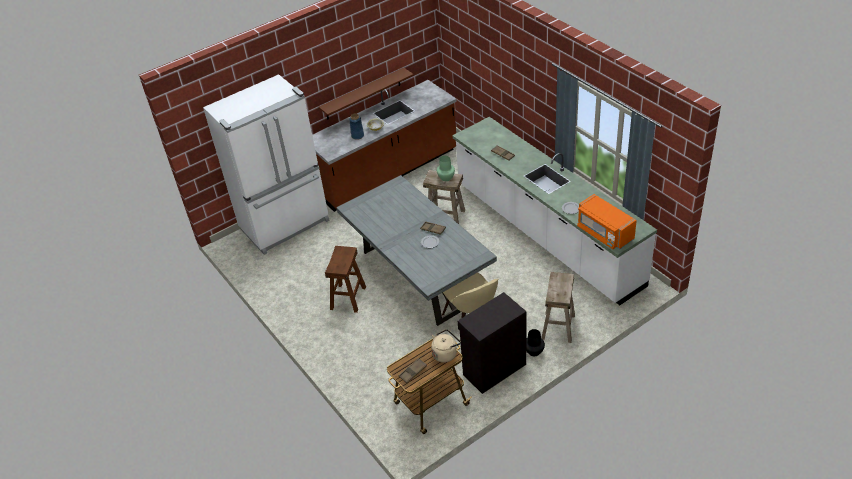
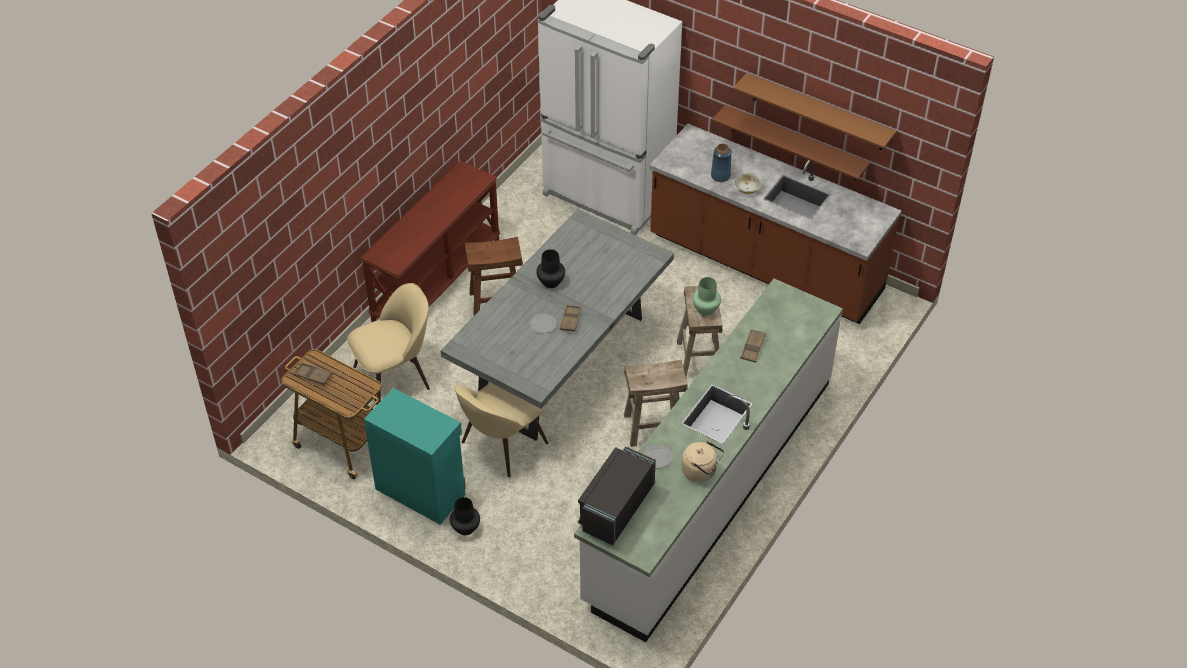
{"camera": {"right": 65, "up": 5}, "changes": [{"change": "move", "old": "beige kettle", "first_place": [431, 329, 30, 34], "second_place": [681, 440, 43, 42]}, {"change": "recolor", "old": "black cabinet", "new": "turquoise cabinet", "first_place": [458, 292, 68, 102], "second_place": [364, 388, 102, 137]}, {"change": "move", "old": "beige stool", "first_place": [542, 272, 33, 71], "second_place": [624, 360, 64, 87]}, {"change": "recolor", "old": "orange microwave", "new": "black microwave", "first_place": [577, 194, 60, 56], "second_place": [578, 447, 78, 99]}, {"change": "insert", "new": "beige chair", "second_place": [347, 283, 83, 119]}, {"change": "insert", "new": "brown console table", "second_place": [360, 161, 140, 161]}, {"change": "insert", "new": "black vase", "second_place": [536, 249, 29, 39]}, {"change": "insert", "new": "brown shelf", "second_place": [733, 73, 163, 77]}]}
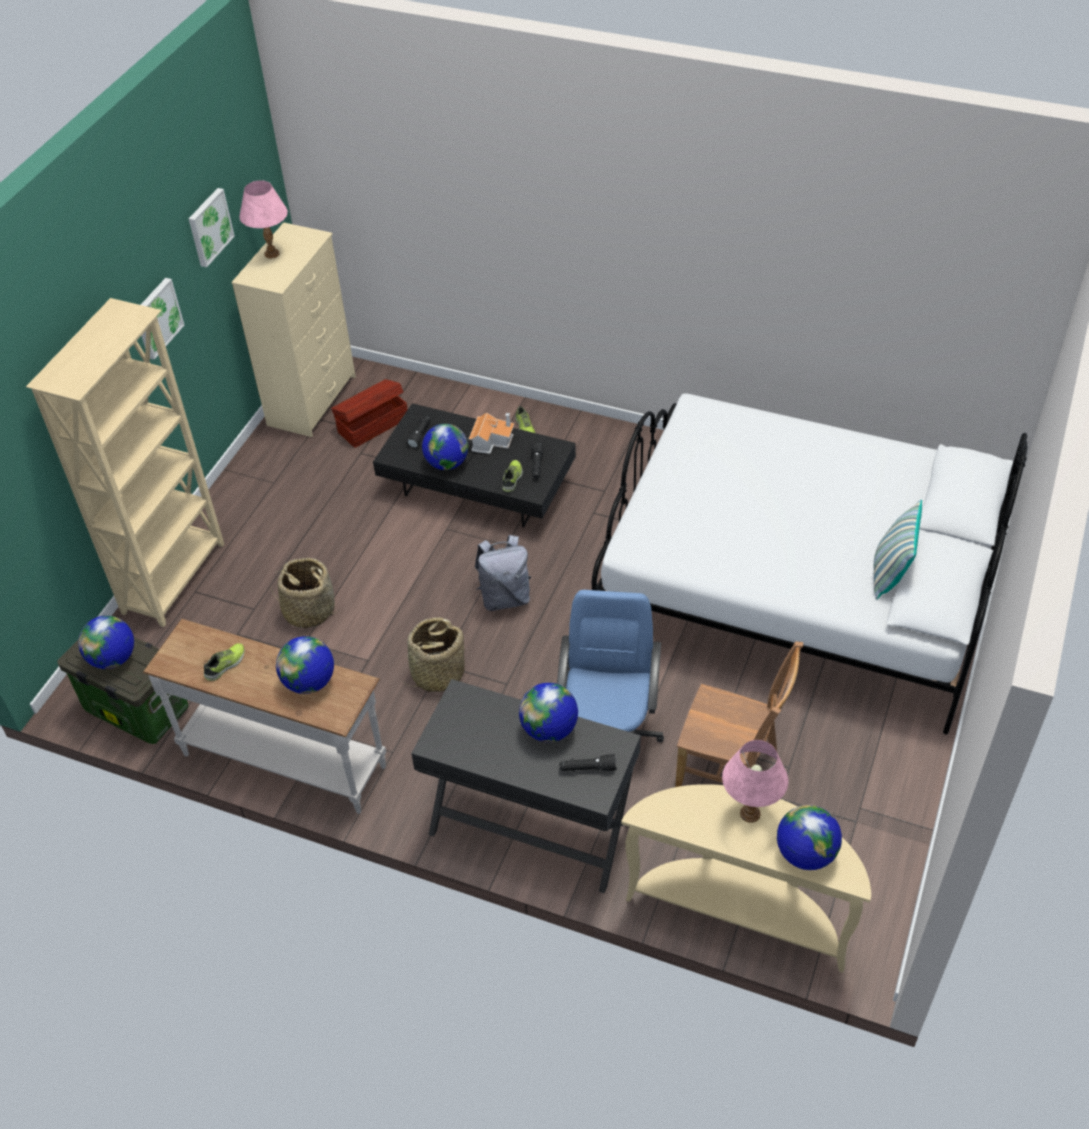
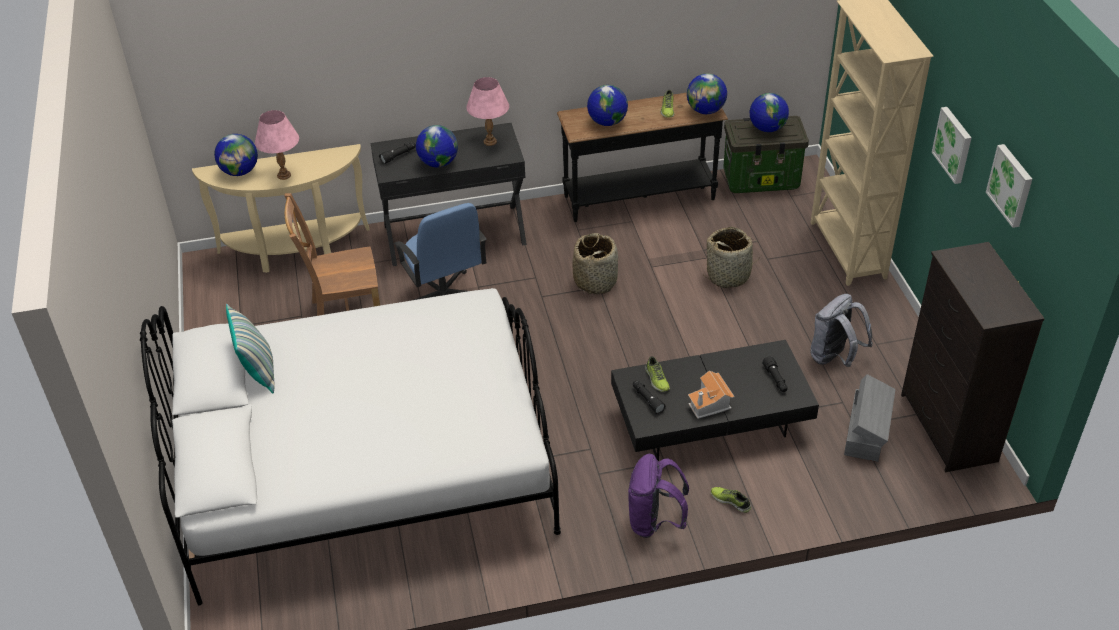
{"camera": {"right": 145, "up": -5}, "changes": [{"change": "recolor", "old": "white console table", "new": "black console table", "first_place": [143, 619, 243, 195], "second_place": [557, 93, 171, 129]}, {"change": "recolor", "old": "beige dresser", "new": "black dresser", "first_place": [231, 222, 125, 215], "second_place": [901, 242, 144, 230]}, {"change": "move", "old": "pink table lamp", "first_place": [239, 180, 49, 79], "second_place": [466, 77, 43, 69]}, {"change": "recolor", "old": "brown storage box", "new": "grey storage box", "first_place": [331, 379, 77, 69], "second_place": [844, 374, 51, 88]}, {"change": "move", "old": "globe", "first_place": [422, 424, 46, 46], "second_place": [687, 73, 40, 41]}, {"change": "move", "old": "grey backpack", "first_place": [475, 535, 56, 76], "second_place": [810, 294, 63, 73]}, {"change": "insert", "new": "purple backpack", "second_place": [628, 454, 61, 84]}]}
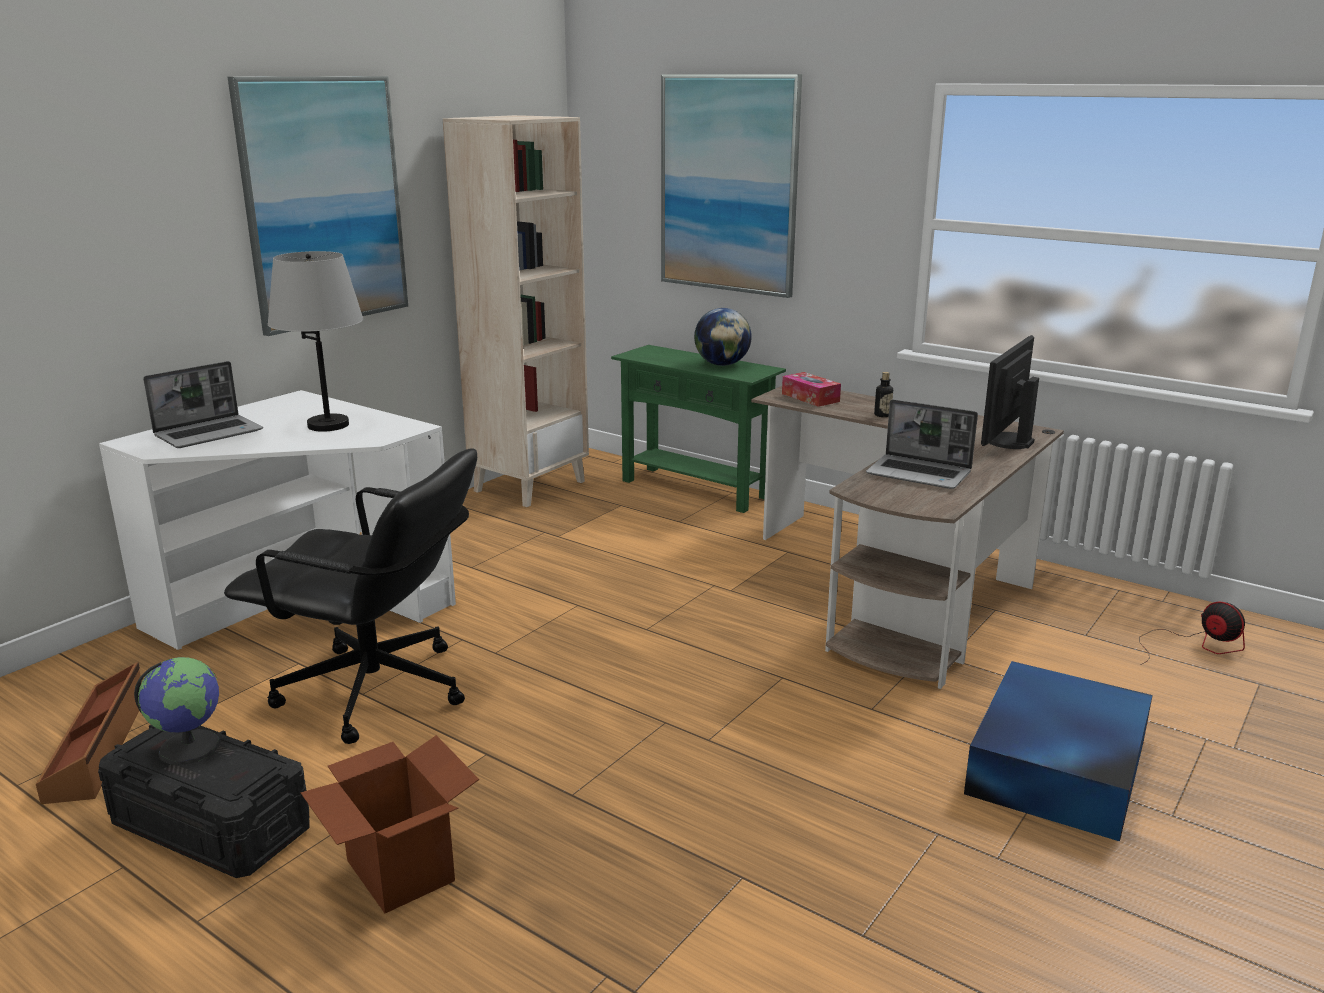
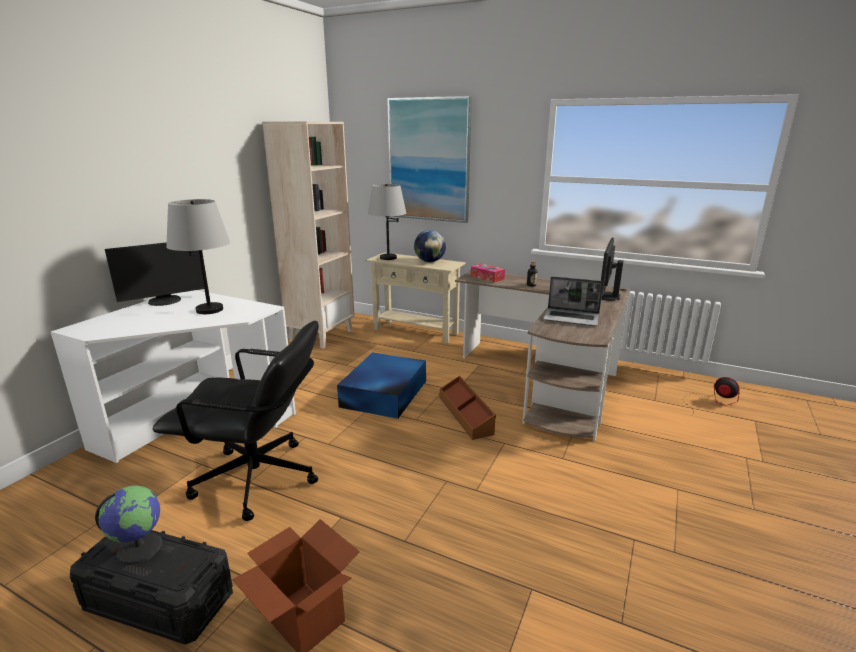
{"camera": {"right": -10, "up": 0}, "changes": [{"change": "move", "old": "brown storage box", "first_place": [36, 662, 106, 142], "second_place": [440, 376, 56, 64]}, {"change": "delete", "old": "laptop", "first_place": [143, 361, 120, 87]}, {"change": "delete", "old": "picture", "first_place": [228, 76, 180, 260]}, {"change": "recolor", "old": "green console table", "new": "beige console table", "first_place": [611, 345, 175, 168], "second_place": [366, 252, 100, 92]}, {"change": "move", "old": "blue storage box", "first_place": [964, 661, 189, 180], "second_place": [337, 353, 89, 66]}, {"change": "insert", "new": "monitor", "second_place": [105, 242, 103, 64]}, {"change": "insert", "new": "grey table lamp", "second_place": [368, 184, 38, 76]}]}
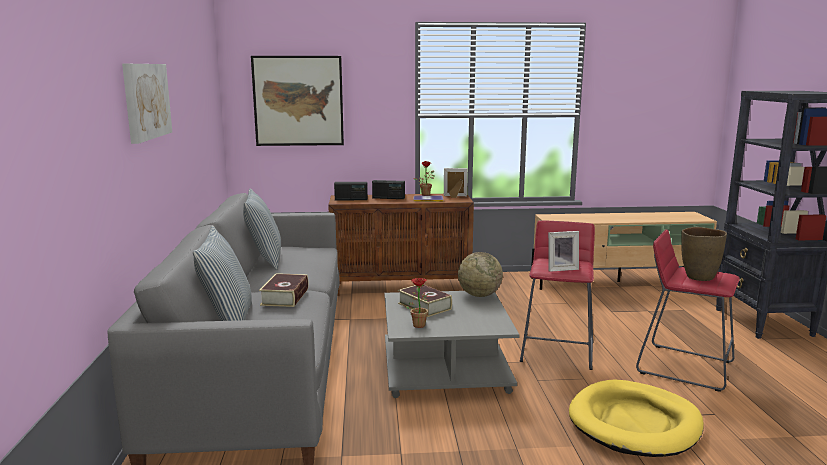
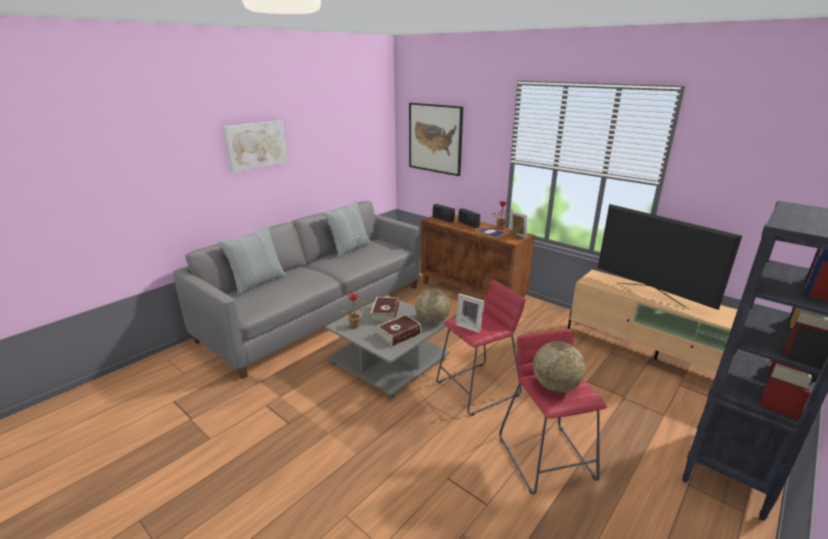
{"camera": {"right": 45, "up": 10}, "changes": [{"change": "move", "old": "book", "first_place": [259, 273, 49, 34], "second_place": [377, 314, 44, 33]}, {"change": "delete", "old": "yellow dog bed", "first_place": [569, 379, 135, 78]}, {"change": "replace", "old": "brown vase", "new": "globe", "first_place": [681, 227, 46, 54], "second_place": [533, 341, 52, 51]}, {"change": "insert", "new": "television", "second_place": [598, 204, 144, 106]}]}
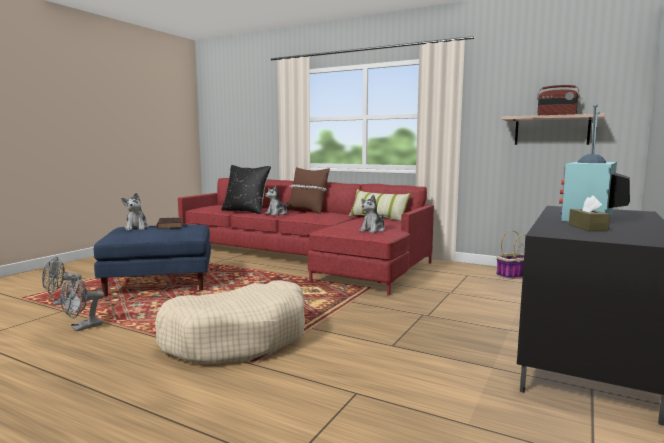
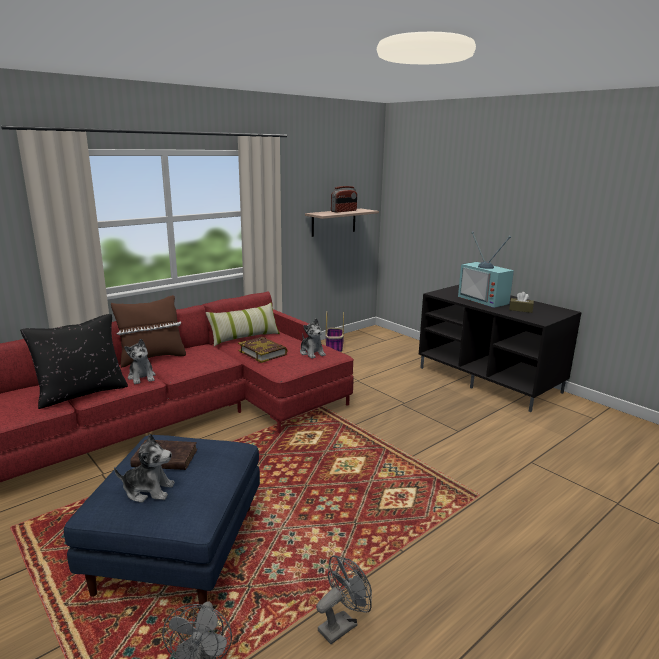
{"camera": {"right": -70, "up": 10}, "changes": [{"change": "rotate", "old": "grey fan", "first_place": [60, 275, 44, 56], "second_place": [316, 555, 56, 89], "degrees": -105}, {"change": "delete", "old": "beige dog bed", "first_place": [155, 280, 150, 85]}, {"change": "insert", "new": "book", "second_place": [238, 337, 50, 26]}]}
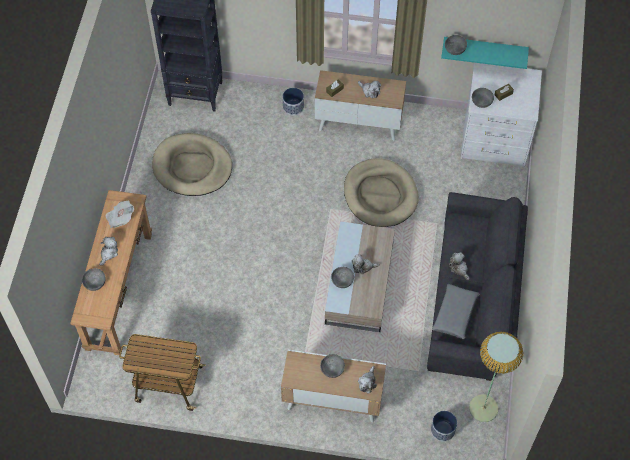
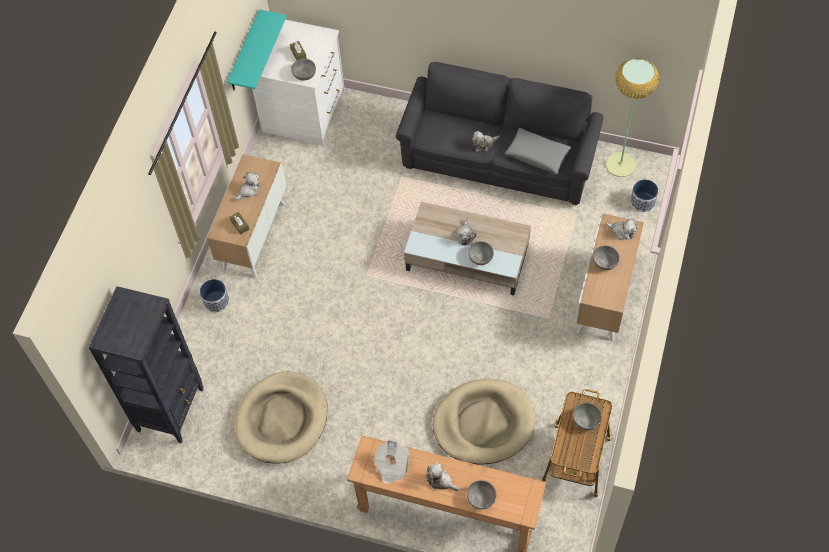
{"camera": {"right": -80, "up": 0}, "changes": [{"change": "move", "old": "beige dog bed", "first_place": [344, 158, 75, 69], "second_place": [433, 379, 102, 86]}, {"change": "move", "old": "grey bowl", "first_place": [445, 35, 22, 20], "second_place": [573, 403, 29, 27]}]}
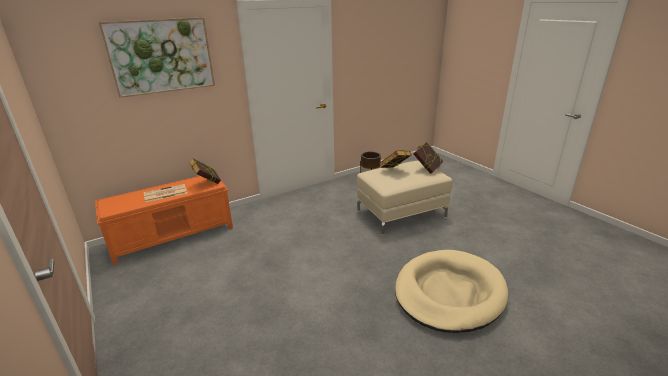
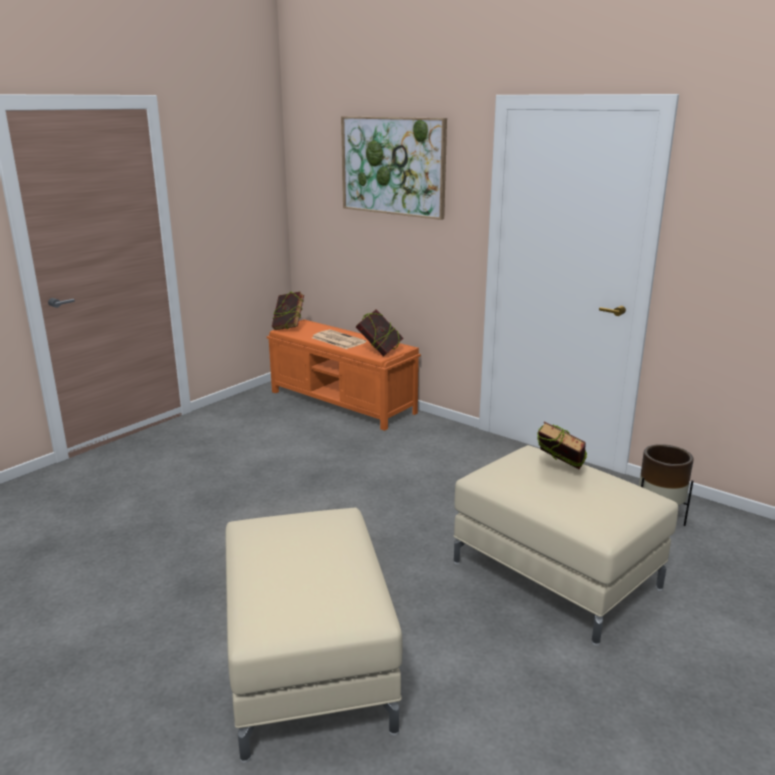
{"camera": {"right": 70, "up": -5}, "changes": [{"change": "replace", "old": "beige dog bed", "new": "beige ottoman", "first_place": [395, 250, 113, 83], "second_place": [225, 508, 177, 255]}, {"change": "move", "old": "book", "first_place": [413, 142, 31, 32], "second_place": [272, 291, 32, 39]}]}
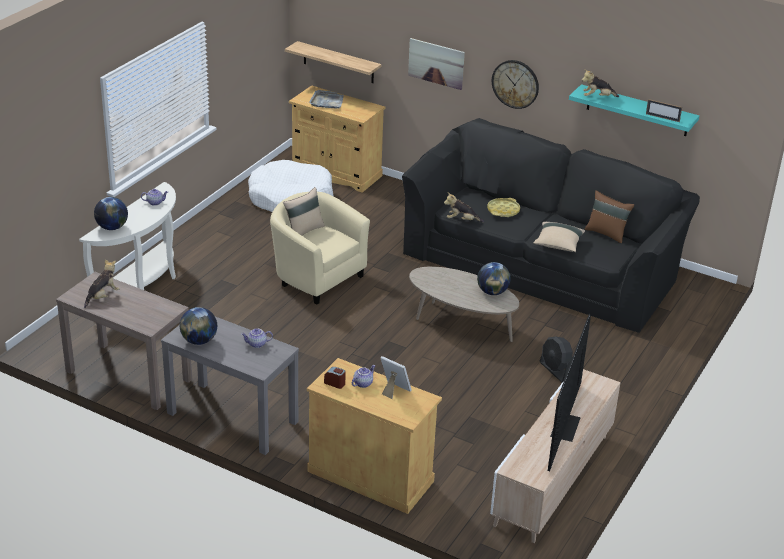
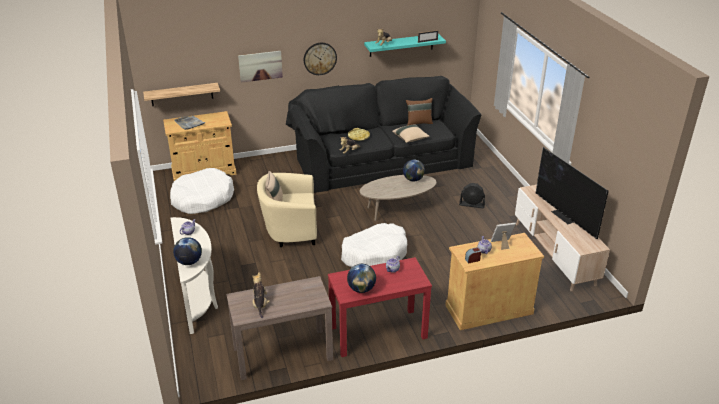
{"camera": {"right": -45, "up": 0}, "changes": [{"change": "recolor", "old": "grey console table", "new": "red console table", "first_place": [161, 317, 138, 138], "second_place": [328, 257, 104, 100]}, {"change": "insert", "new": "white dog bed", "second_place": [341, 223, 66, 44]}]}
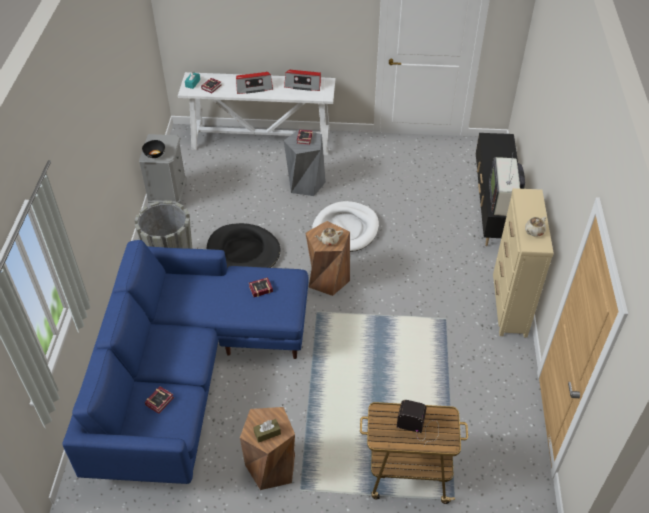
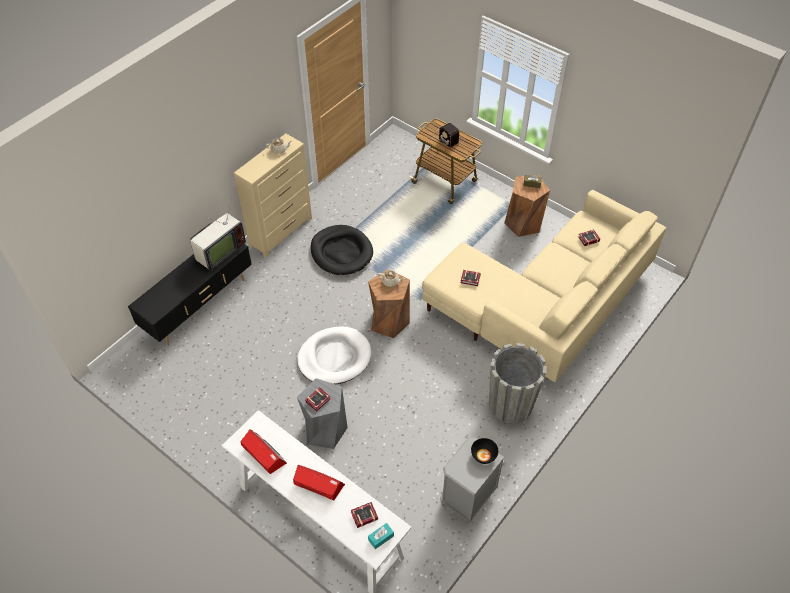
{"camera": {"right": -145, "up": 5}, "changes": [{"change": "recolor", "old": "blue sofa", "new": "beige sofa", "first_place": [62, 240, 247, 244], "second_place": [422, 190, 244, 192]}, {"change": "move", "old": "black dog bed", "first_place": [206, 223, 75, 45], "second_place": [310, 225, 63, 50]}]}
